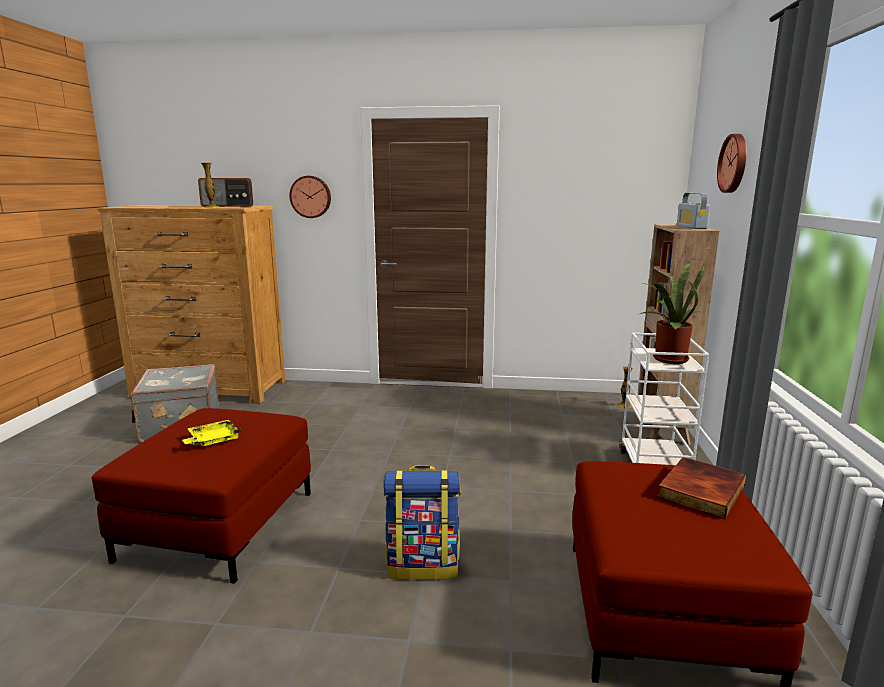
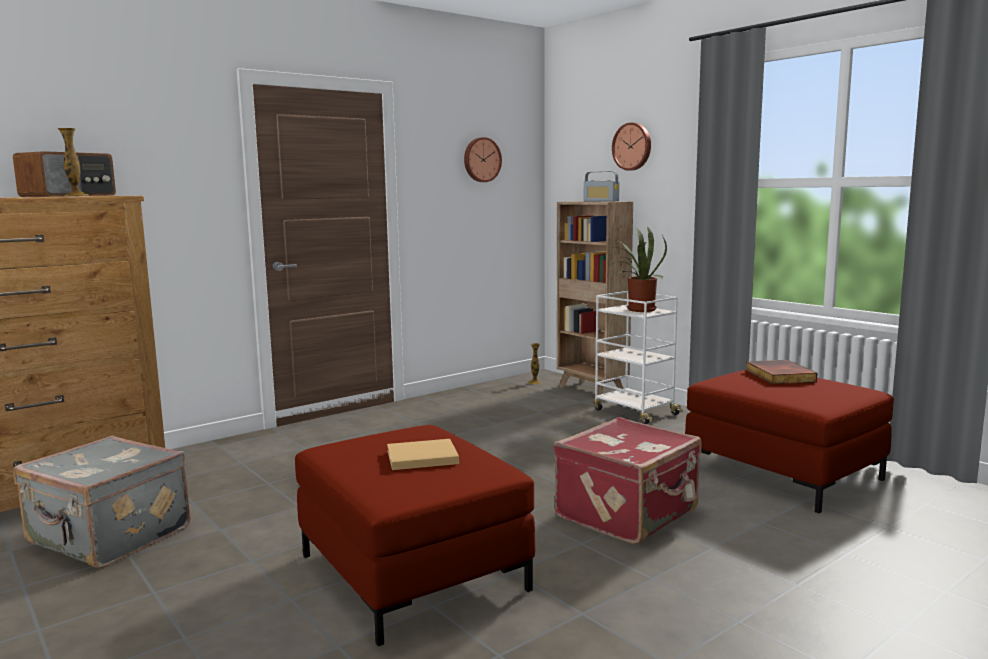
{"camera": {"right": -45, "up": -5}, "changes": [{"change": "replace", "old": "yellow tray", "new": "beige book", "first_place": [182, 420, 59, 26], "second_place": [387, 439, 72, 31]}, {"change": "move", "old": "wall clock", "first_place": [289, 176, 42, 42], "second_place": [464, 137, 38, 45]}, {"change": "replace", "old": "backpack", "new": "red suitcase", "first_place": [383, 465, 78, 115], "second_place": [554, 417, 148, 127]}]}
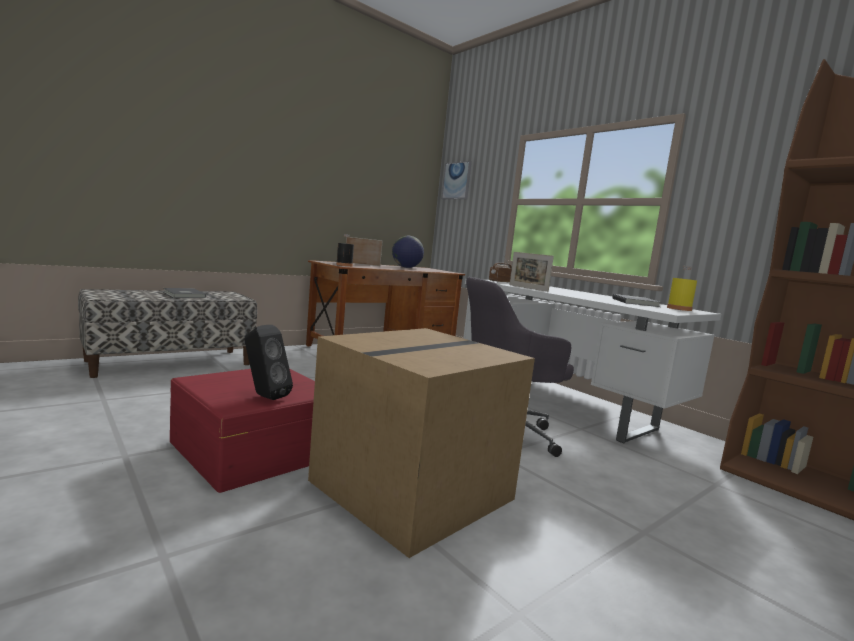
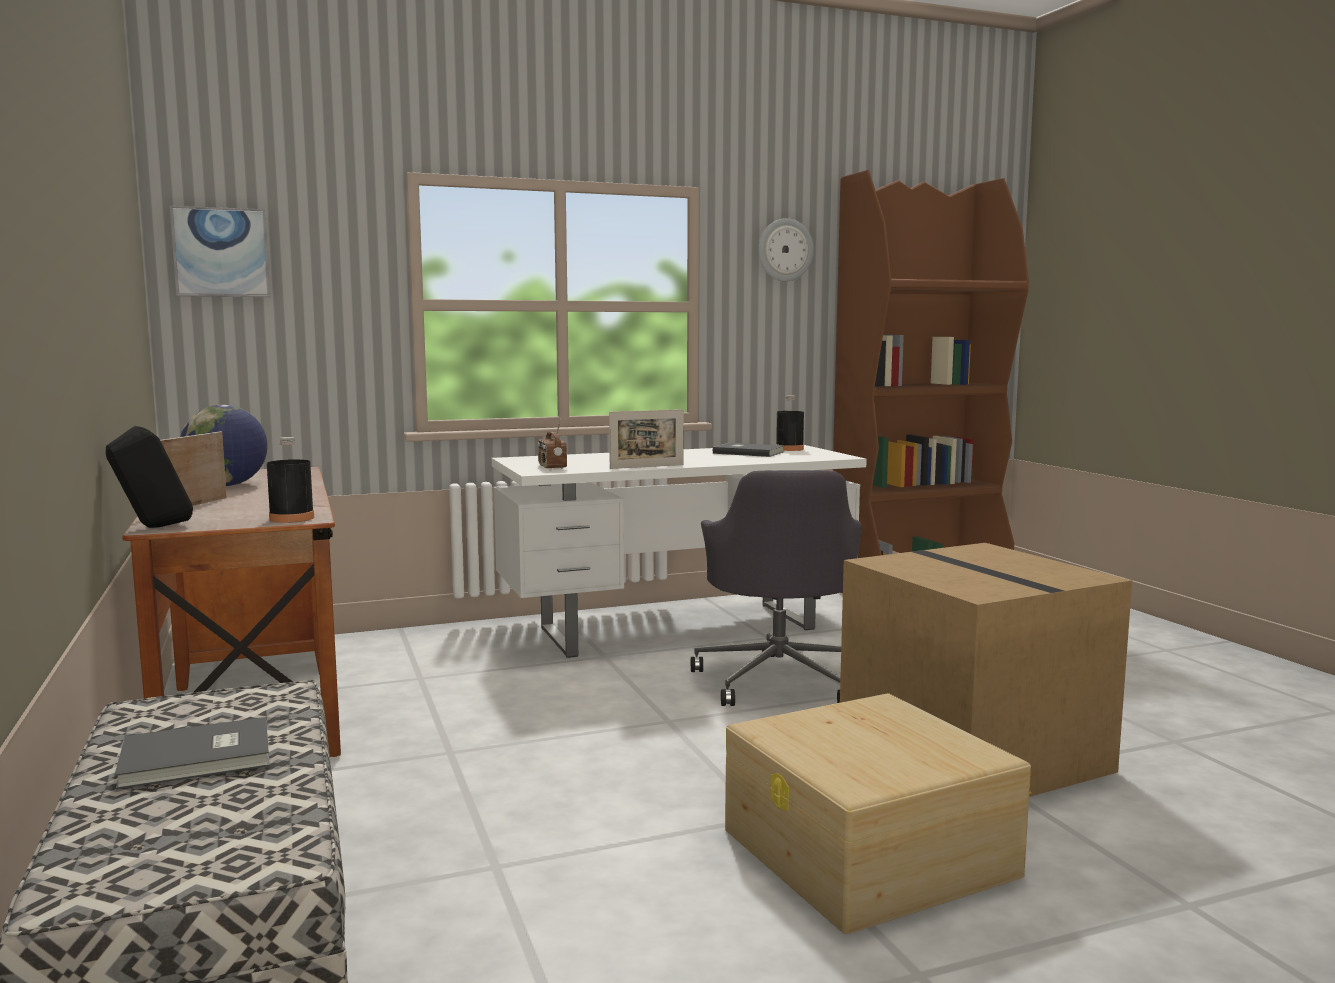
{"camera": {"right": -70, "up": 0}, "changes": [{"change": "recolor", "old": "red storage box", "new": "beige storage box", "first_place": [170, 369, 145, 124], "second_place": [725, 693, 307, 241]}, {"change": "move", "old": "black speaker", "first_place": [245, 325, 48, 75], "second_place": [106, 426, 87, 102]}, {"change": "recolor", "old": "yellow bottle", "new": "black bottle", "first_place": [667, 266, 30, 45], "second_place": [776, 395, 28, 56]}, {"change": "insert", "new": "wall clock", "second_place": [758, 218, 56, 64]}]}
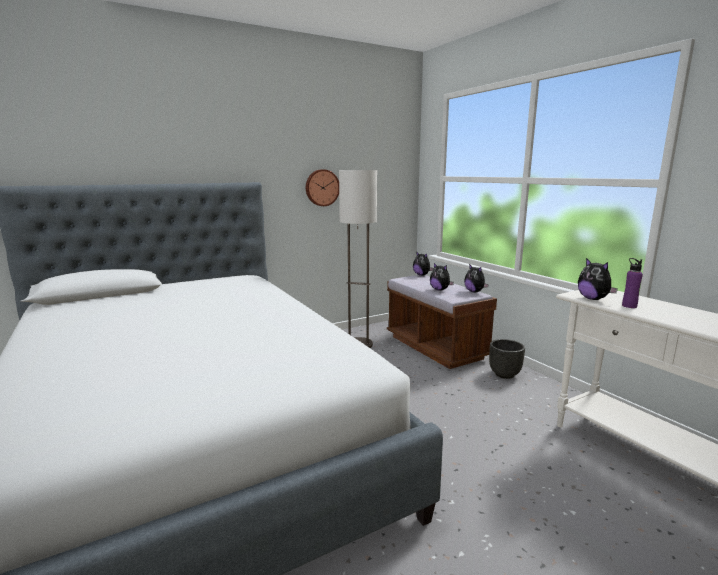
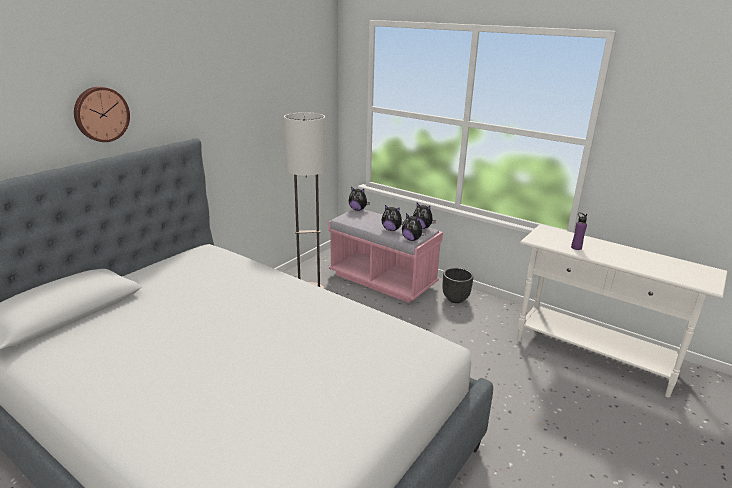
{"camera": {"right": -25, "up": 10}, "changes": [{"change": "move", "old": "wall clock", "first_place": [306, 169, 33, 37], "second_place": [74, 87, 56, 55]}, {"change": "recolor", "old": "brown bench", "new": "pink bench", "first_place": [387, 275, 110, 94], "second_place": [328, 209, 115, 94]}, {"change": "move", "old": "plush toy", "first_place": [578, 258, 40, 42], "second_place": [402, 213, 24, 28]}]}
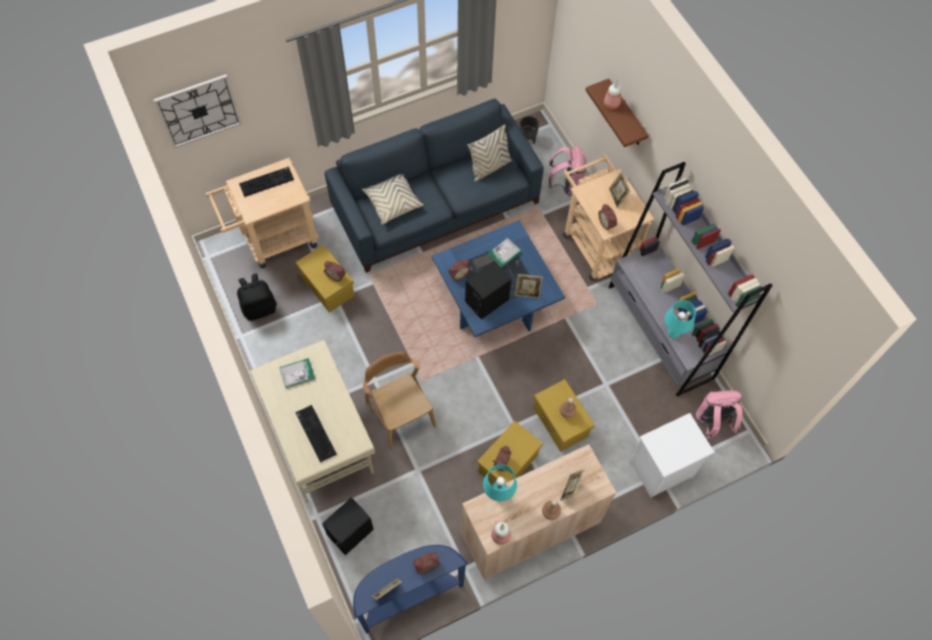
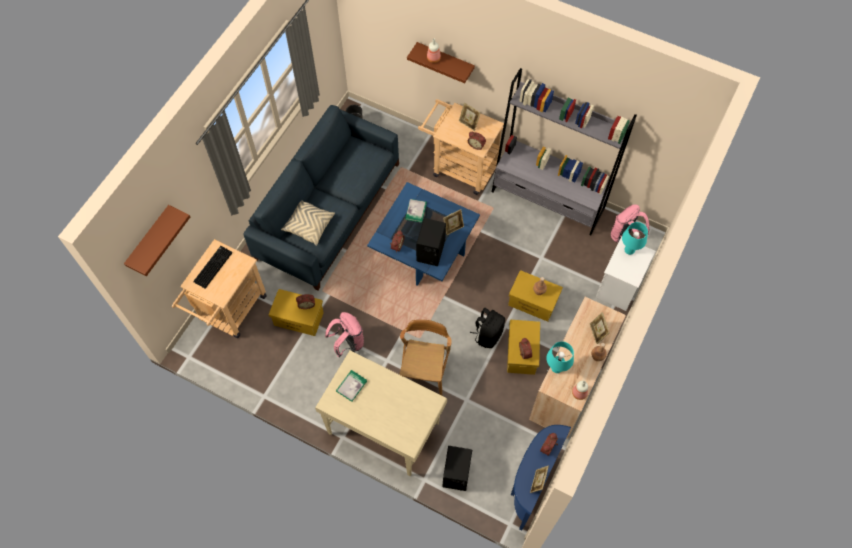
{"camera": {"right": -35, "up": 0}, "changes": [{"change": "replace", "old": "wall clock", "new": "brown shelf", "first_place": [153, 74, 89, 74], "second_place": [124, 205, 66, 71]}, {"change": "move", "old": "black backpack", "first_place": [237, 273, 40, 48], "second_place": [470, 308, 35, 40]}, {"change": "delete", "old": "keyboard", "first_place": [296, 405, 41, 57]}, {"change": "rotate", "old": "brown chair", "first_place": [363, 351, 73, 99], "second_place": [399, 320, 53, 76], "degrees": 75}, {"change": "delete", "old": "beige pillow", "first_place": [468, 125, 44, 57]}, {"change": "move", "old": "pink backpack", "first_place": [548, 146, 39, 50], "second_place": [325, 312, 39, 46]}, {"change": "move", "old": "turquoise table lamp", "first_place": [665, 300, 31, 38], "second_place": [622, 222, 26, 33]}]}
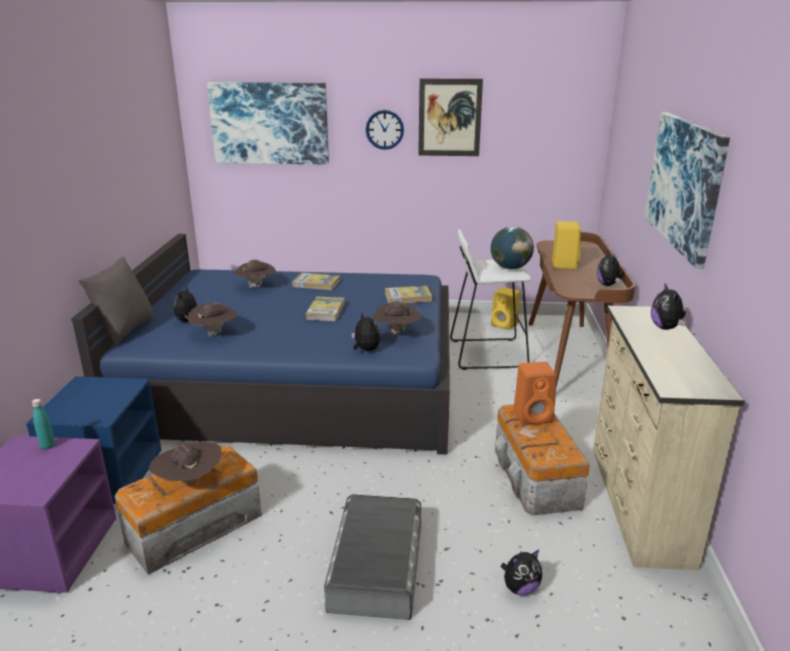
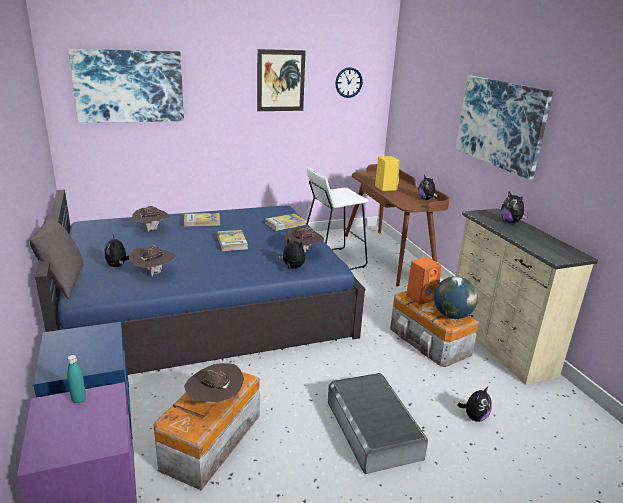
{"camera": {"right": -25, "up": 0}, "changes": [{"change": "move", "old": "wall clock", "first_place": [366, 110, 38, 40], "second_place": [335, 67, 28, 31]}, {"change": "move", "old": "globe", "first_place": [491, 227, 43, 42], "second_place": [434, 276, 44, 43]}, {"change": "delete", "old": "yellow speaker", "first_place": [491, 287, 29, 43]}]}
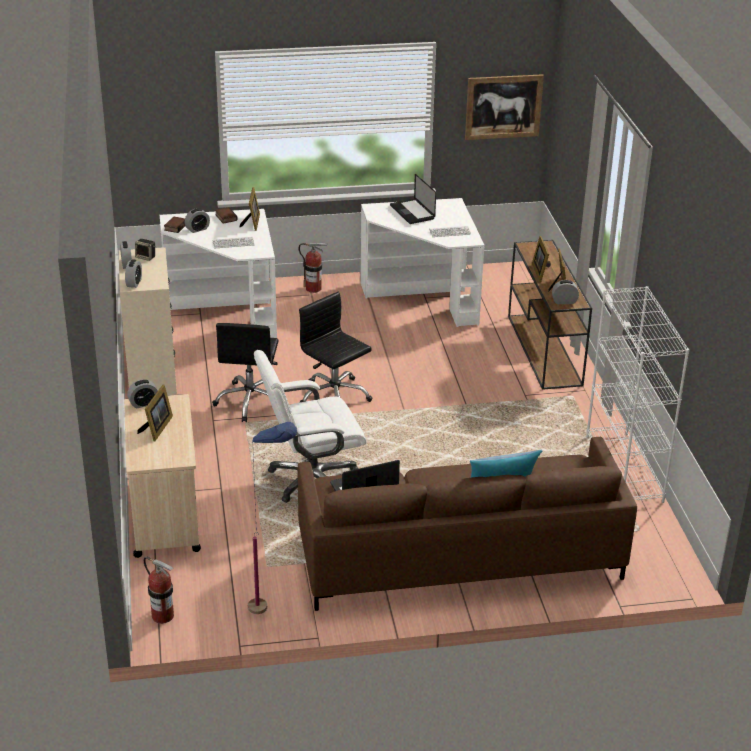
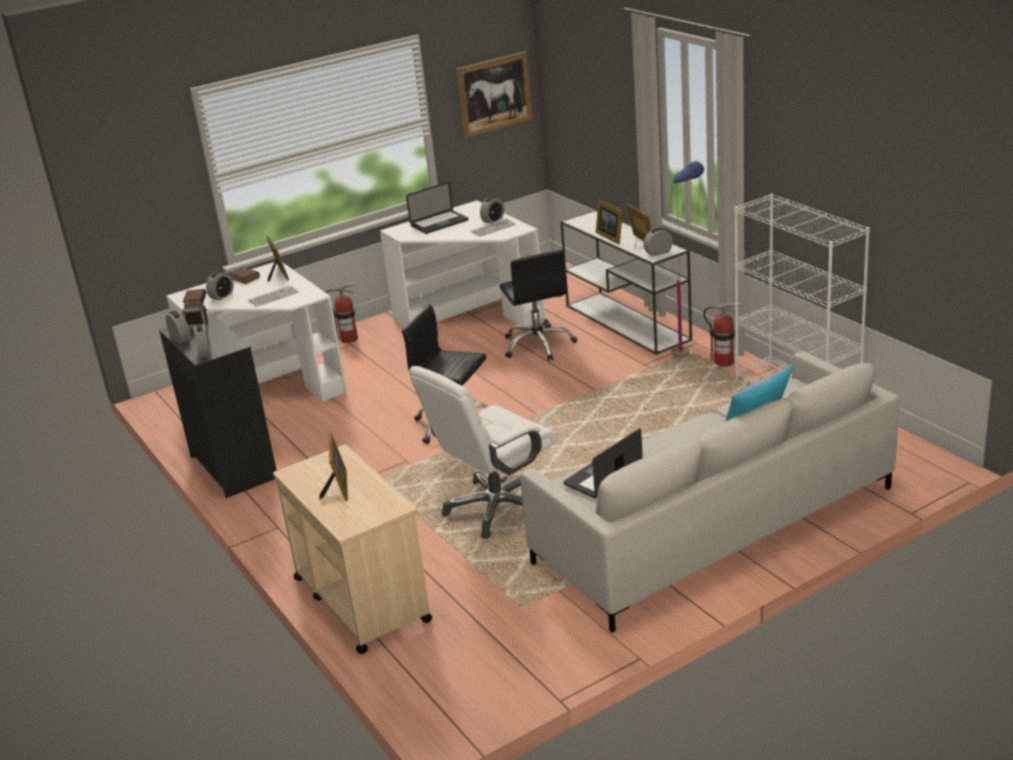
{"camera": {"right": -20, "up": -5}, "changes": [{"change": "recolor", "old": "beige dresser", "new": "black dresser", "first_place": [119, 247, 58, 149], "second_place": [159, 313, 118, 185]}, {"change": "move", "old": "alarm clock", "first_place": [127, 379, 31, 30], "second_place": [480, 196, 24, 28]}, {"change": "move", "old": "fire extinguisher", "first_place": [144, 556, 30, 68], "second_place": [704, 303, 39, 64]}, {"change": "move", "old": "black office chair", "first_place": [212, 323, 67, 99], "second_place": [499, 250, 78, 111]}, {"change": "move", "old": "blue floor lamp", "first_place": [248, 422, 49, 192], "second_place": [672, 161, 32, 197]}, {"change": "recolor", "old": "brown sofa", "new": "grey sofa", "first_place": [298, 437, 339, 174], "second_place": [520, 352, 379, 281]}, {"change": "rotate", "old": "laptop", "first_place": [390, 174, 46, 50], "second_place": [406, 182, 62, 52], "degrees": -75}, {"change": "recolor", "old": "brown console table", "new": "white console table", "first_place": [508, 240, 84, 150], "second_place": [561, 210, 131, 145]}]}
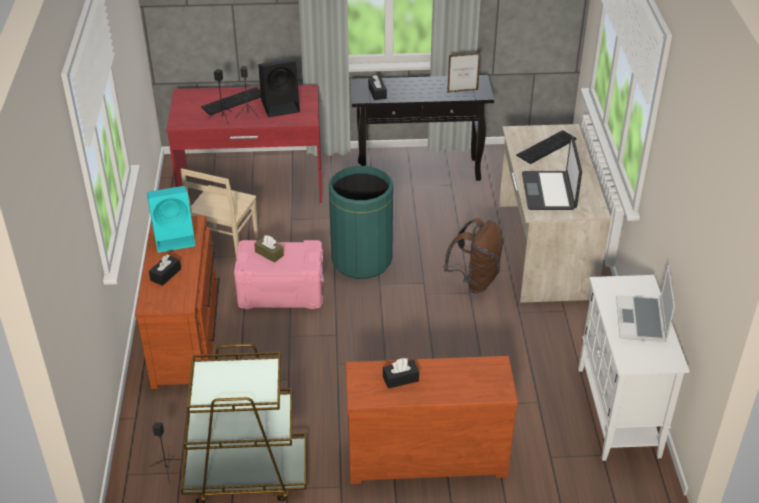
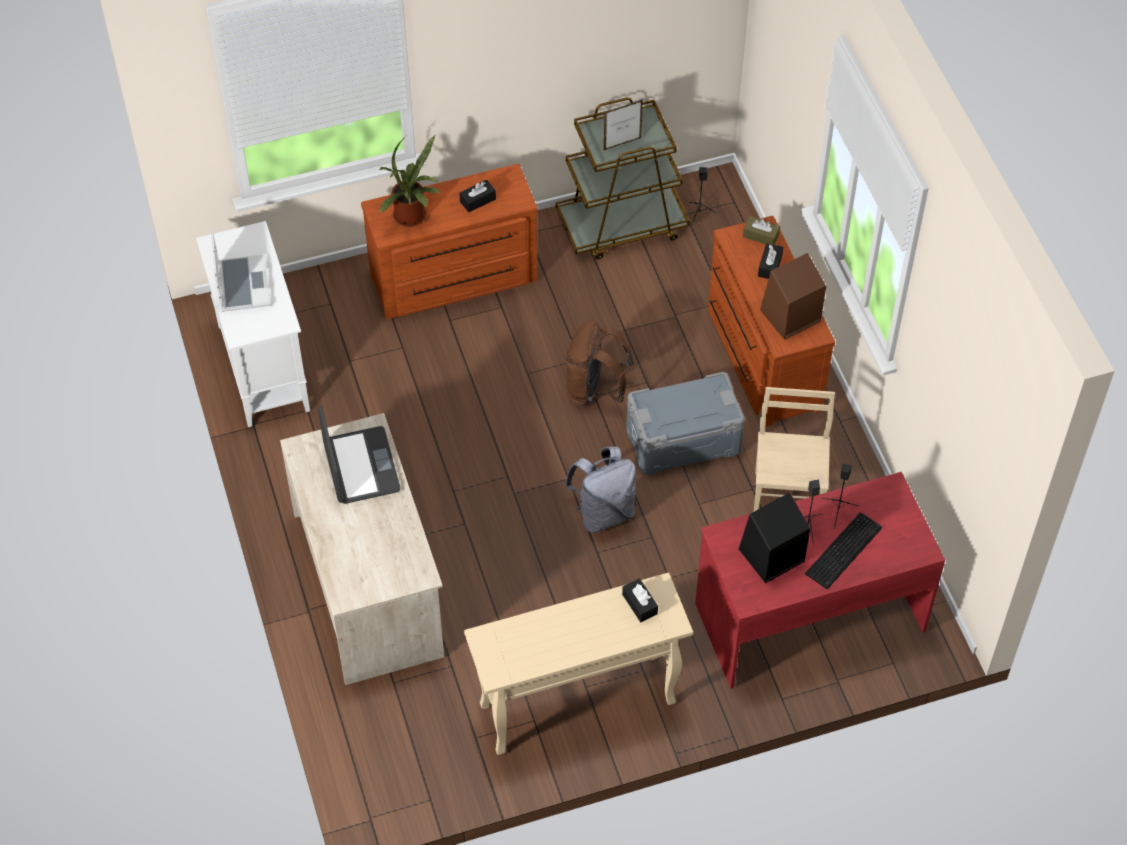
{"camera": {"right": 165, "up": 15}, "changes": [{"change": "recolor", "old": "turquoise speaker", "new": "brown speaker", "first_place": [147, 186, 49, 67], "second_place": [760, 253, 66, 87]}, {"change": "recolor", "old": "pink storage box", "new": "grey storage box", "first_place": [234, 240, 90, 69], "second_place": [626, 372, 119, 103]}, {"change": "move", "old": "brown tissue box", "first_place": [254, 235, 30, 28], "second_place": [743, 216, 37, 29]}, {"change": "replace", "old": "green trash can", "new": "grey backpack", "first_place": [329, 166, 64, 113], "second_place": [564, 446, 72, 87]}, {"change": "recolor", "old": "black console table", "new": "beige console table", "first_place": [350, 75, 144, 106], "second_place": [464, 572, 229, 183]}, {"change": "move", "old": "brown backpack", "first_place": [443, 218, 60, 76], "second_place": [565, 320, 69, 87]}, {"change": "move", "old": "picture frame", "first_place": [447, 53, 34, 39], "second_place": [604, 100, 39, 50]}, {"change": "delete", "old": "keyboard", "first_place": [516, 130, 60, 34]}, {"change": "insert", "new": "potted plant", "second_place": [379, 135, 62, 92]}]}
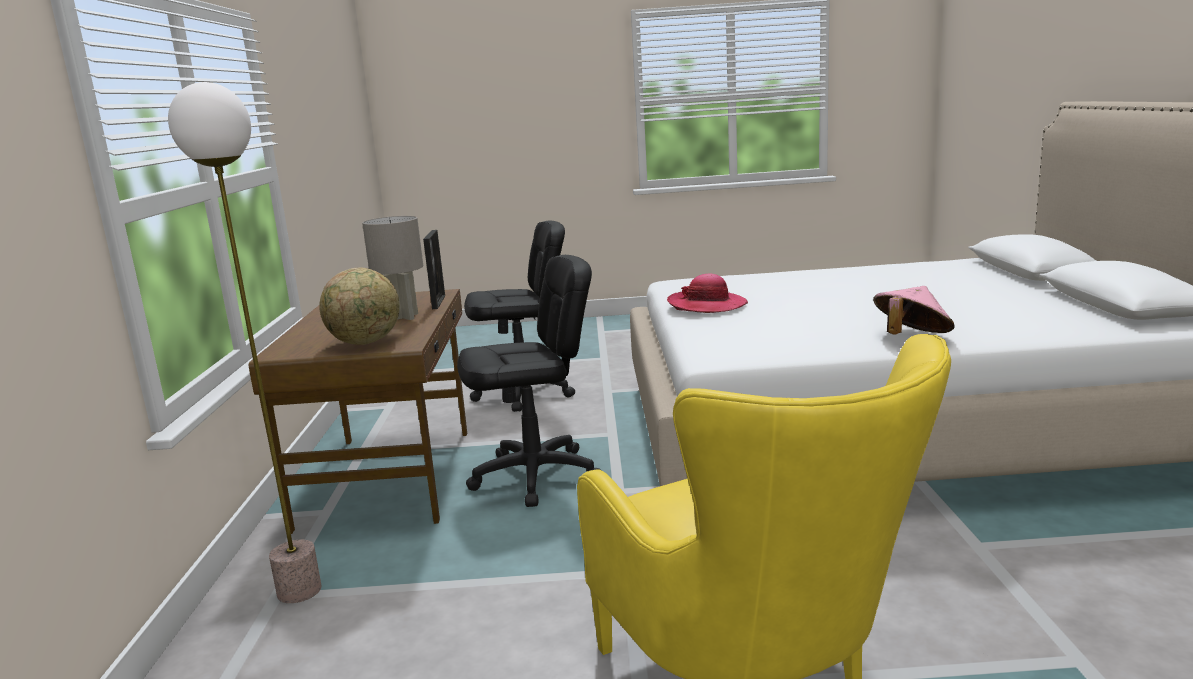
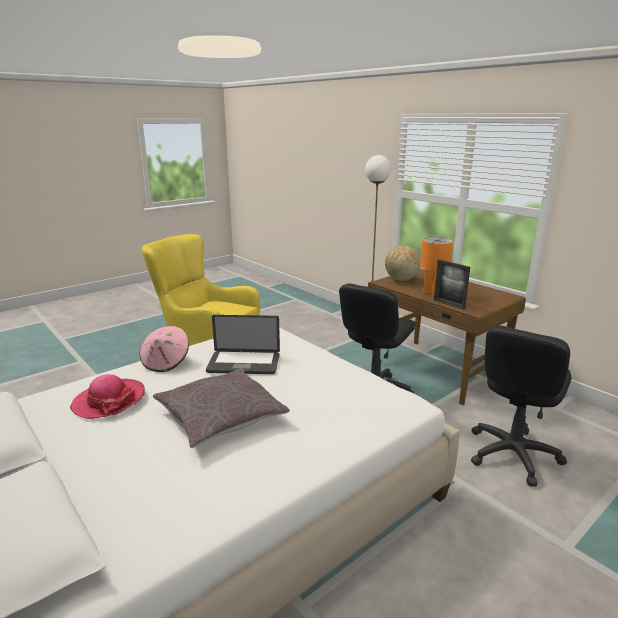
{"camera": {"right": 140, "up": 5}, "changes": [{"change": "recolor", "old": "grey table lamp", "new": "orange table lamp", "first_place": [362, 216, 61, 104], "second_place": [420, 237, 33, 59]}, {"change": "move", "old": "hat", "first_place": [667, 273, 81, 40], "second_place": [70, 374, 75, 45]}, {"change": "insert", "new": "grey pillow", "second_place": [153, 368, 137, 80]}, {"change": "insert", "new": "laptop", "second_place": [206, 315, 74, 59]}]}
